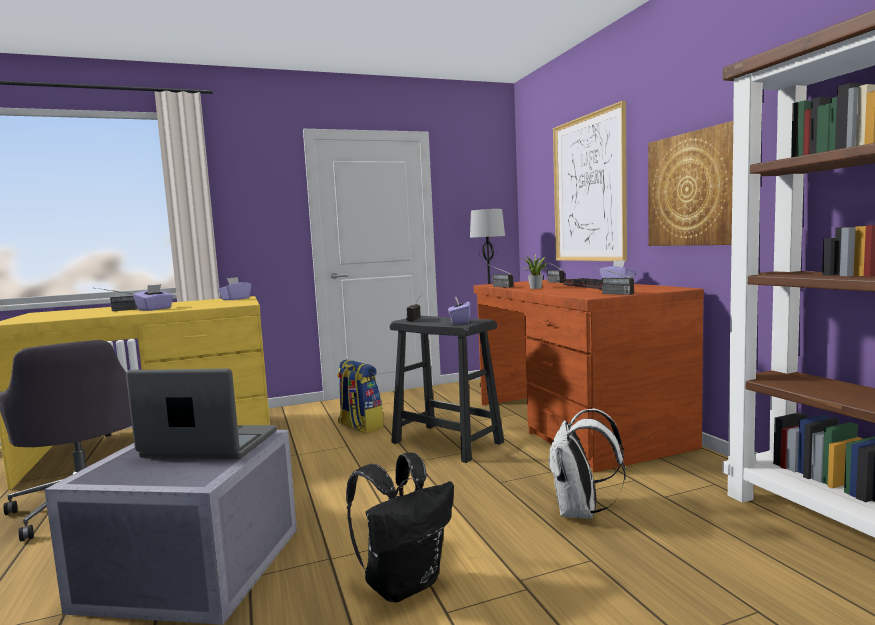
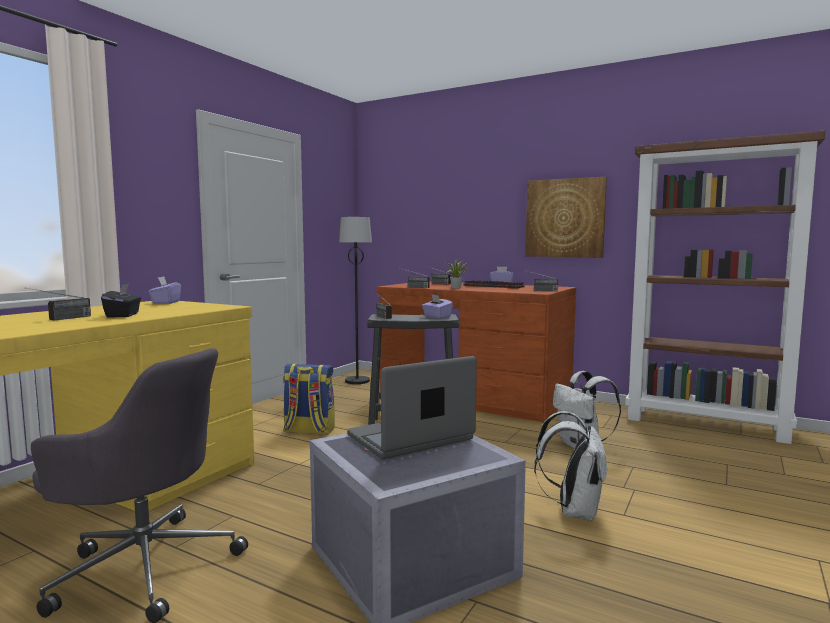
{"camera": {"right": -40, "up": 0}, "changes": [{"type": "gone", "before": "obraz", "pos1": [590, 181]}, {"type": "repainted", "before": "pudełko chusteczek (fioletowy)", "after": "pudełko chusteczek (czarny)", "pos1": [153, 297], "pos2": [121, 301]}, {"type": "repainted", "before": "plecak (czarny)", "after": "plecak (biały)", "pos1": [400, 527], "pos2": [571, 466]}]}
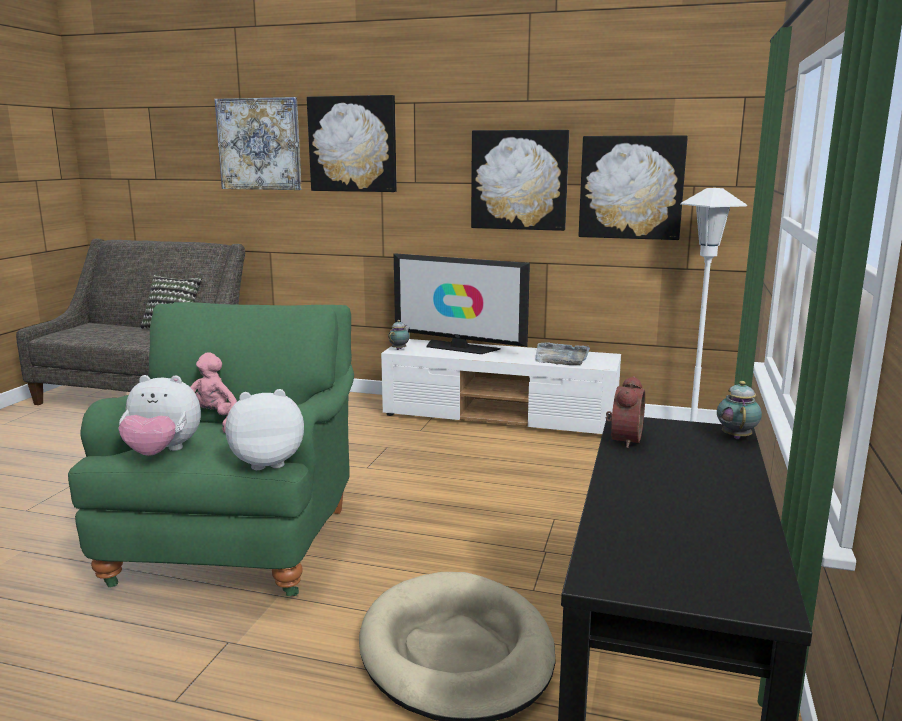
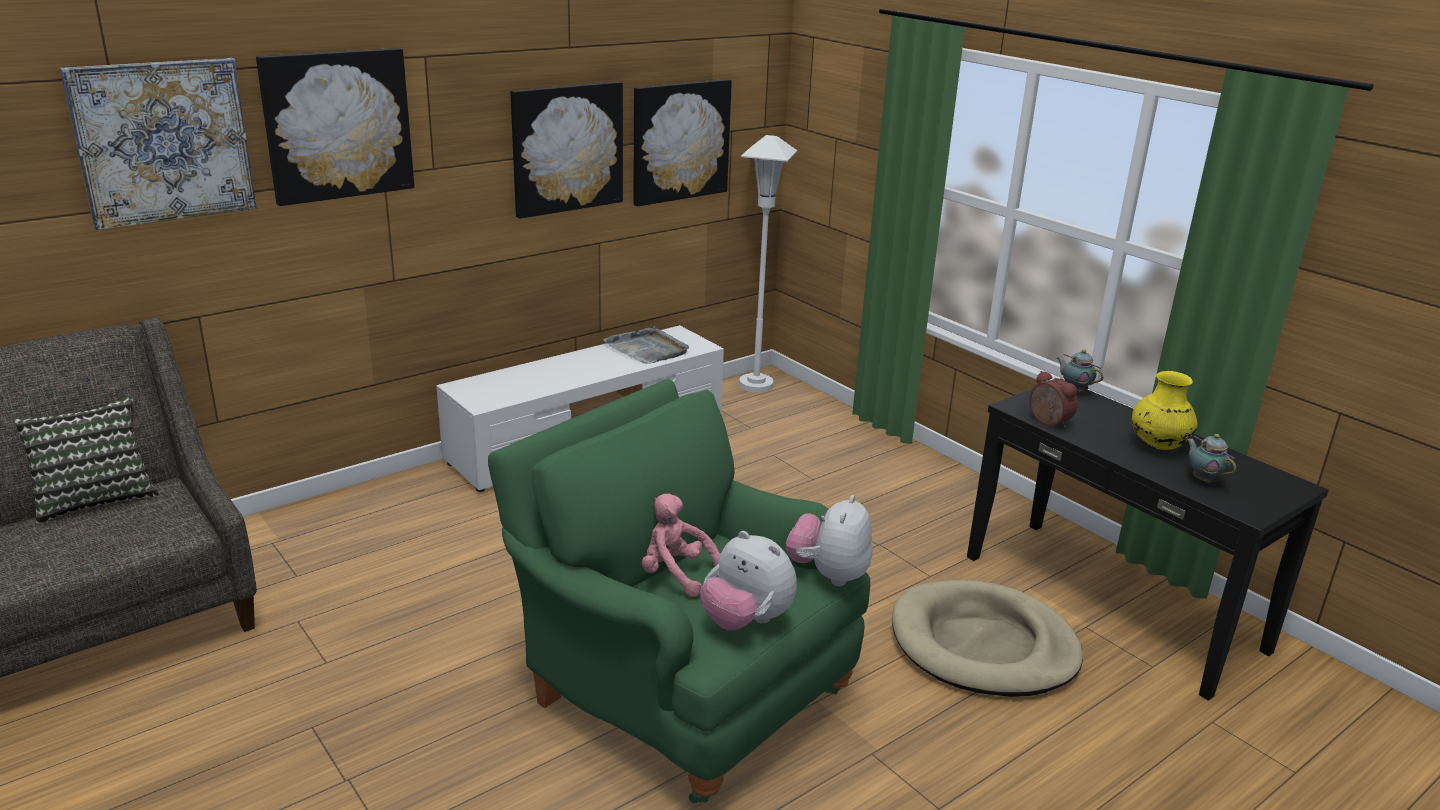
{"camera": {"right": -55, "up": 10}, "changes": [{"type": "gone", "before": "telewizor", "pos1": [462, 303]}, {"type": "shifted", "before": "imbryk", "pos1": [399, 335], "pos2": [1211, 458]}, {"type": "rotated", "before": "pluszak", "pos1": [159, 415], "pos2": [748, 580], "turn": 90}, {"type": "new", "after": "wazon (żółty)", "pos2": [1165, 410]}]}
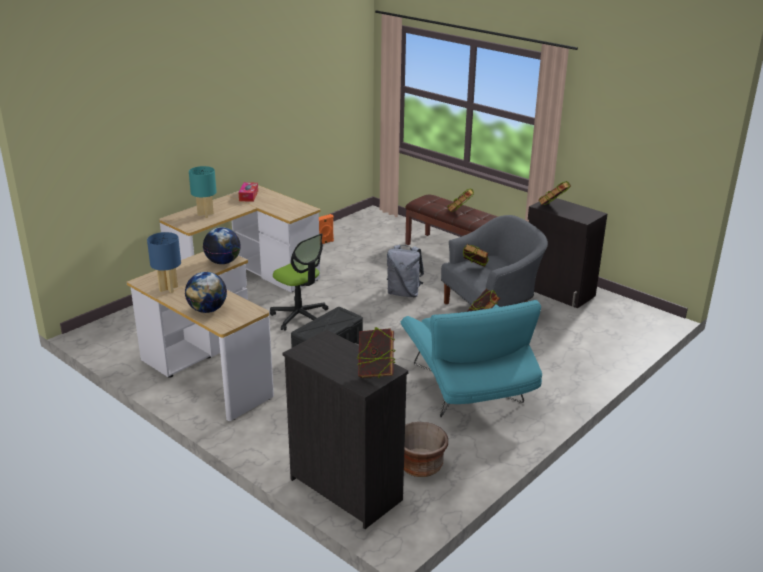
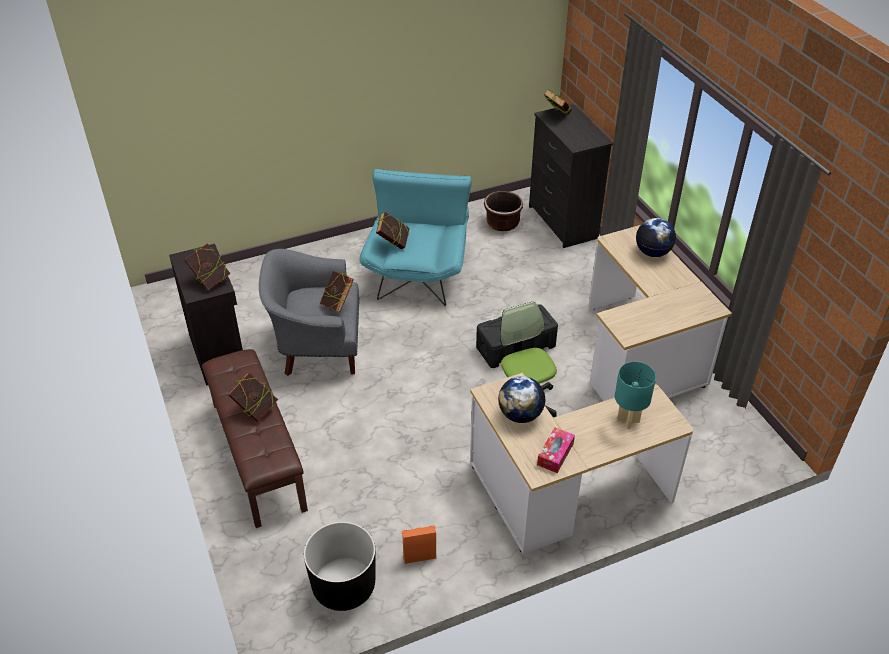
{"camera": {"right": -155, "up": 15}, "changes": [{"type": "shifted", "before": "globus", "pos1": [222, 245], "pos2": [521, 399]}, {"type": "gone", "before": "lampa stołowa (niebieski)", "pos1": [164, 262]}, {"type": "gone", "before": "plecak (szary)", "pos1": [405, 271]}, {"type": "new", "after": "donica (czarny)", "pos2": [340, 566]}]}
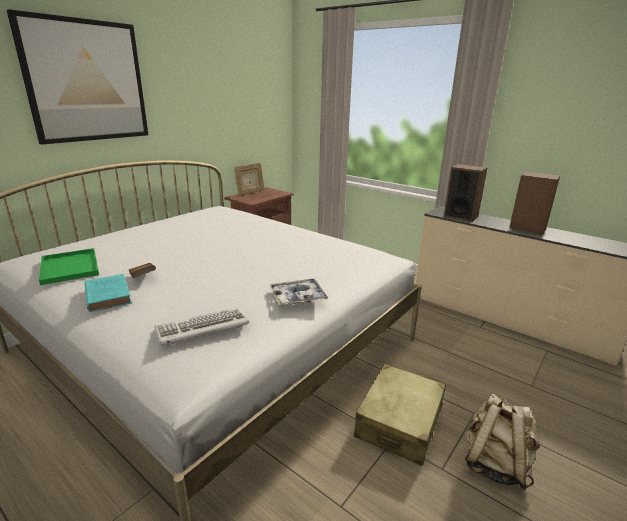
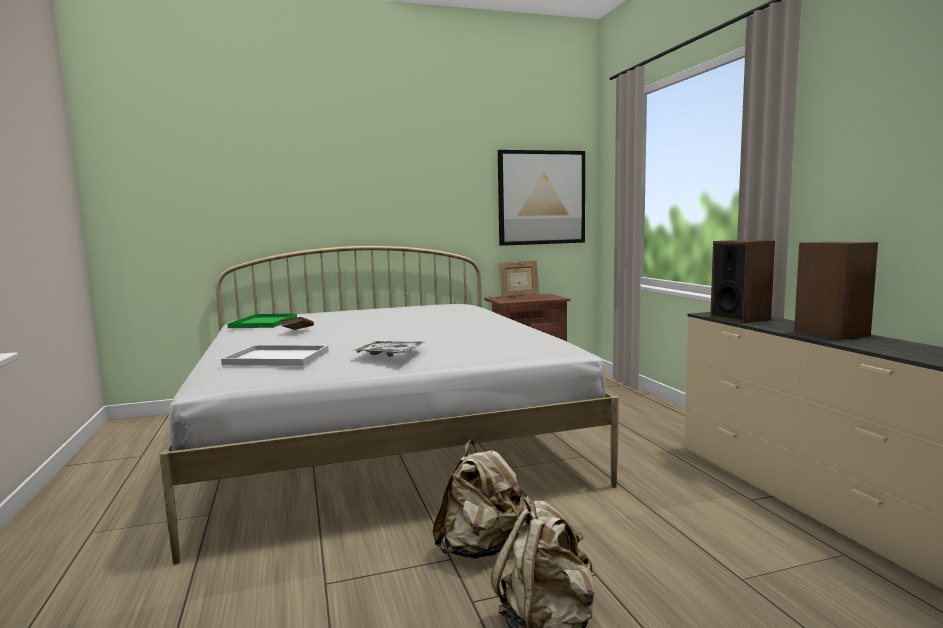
{"camera": {"right": 35, "up": -15}, "changes": [{"type": "shifted", "before": "obraz", "pos1": [77, 77], "pos2": [541, 198]}, {"type": "gone", "before": "książka (turkusowy)", "pos1": [108, 293]}, {"type": "swapped", "before": "klawiatura", "after": "taca (biały)", "pos1": [202, 327], "pos2": [275, 355]}, {"type": "swapped", "before": "walizka (beżowy)", "after": "plecak (beżowy)", "pos1": [400, 415], "pos2": [479, 499]}]}
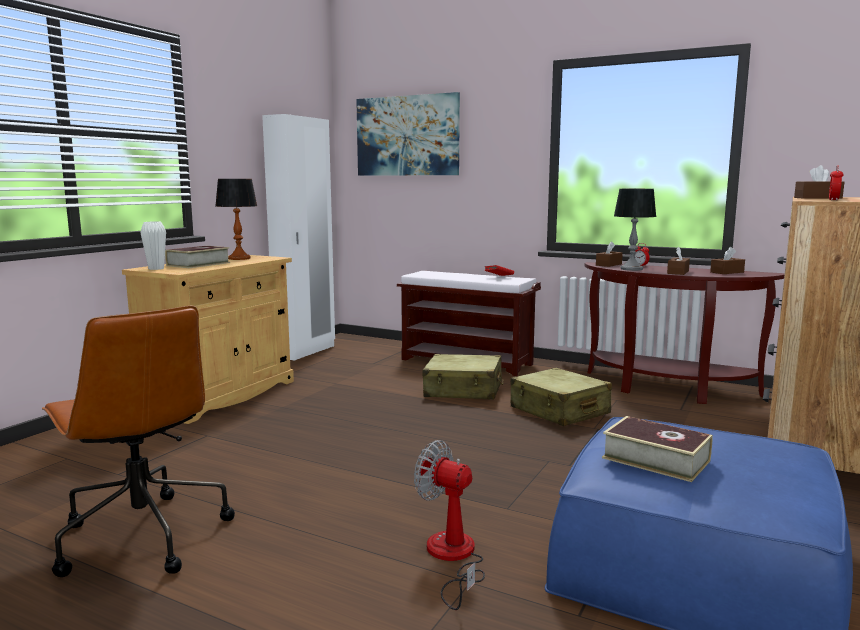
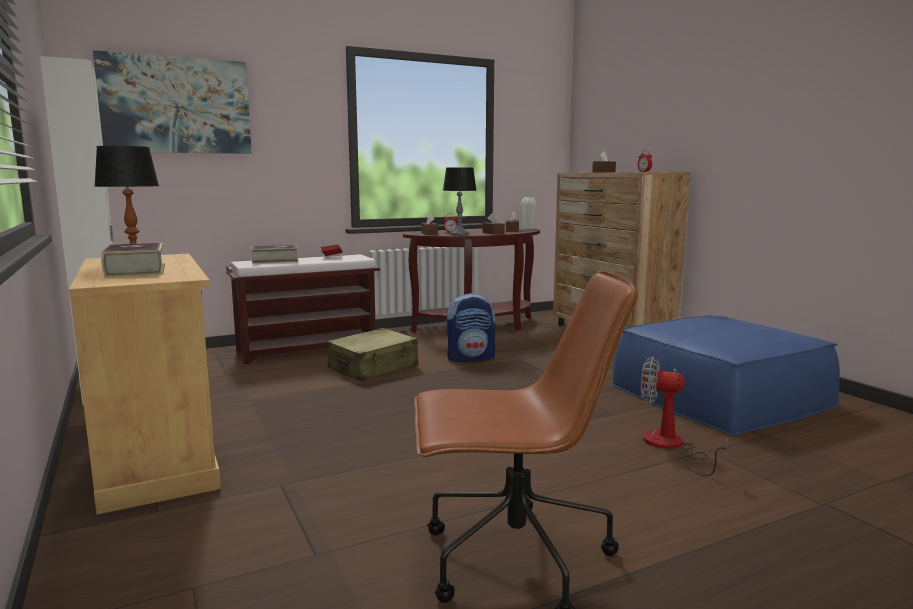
{"camera": {"right": -55, "up": 0}, "changes": [{"type": "shifted", "before": "wazon (biały)", "pos1": [153, 245], "pos2": [528, 213]}, {"type": "swapped", "before": "walizka (beżowy)", "after": "plecak", "pos1": [561, 397], "pos2": [471, 327]}, {"type": "shifted", "before": "książka", "pos1": [657, 449], "pos2": [274, 254]}, {"type": "rotated", "before": "wentylator", "pos1": [449, 525], "pos2": [684, 416], "turn": 45}]}
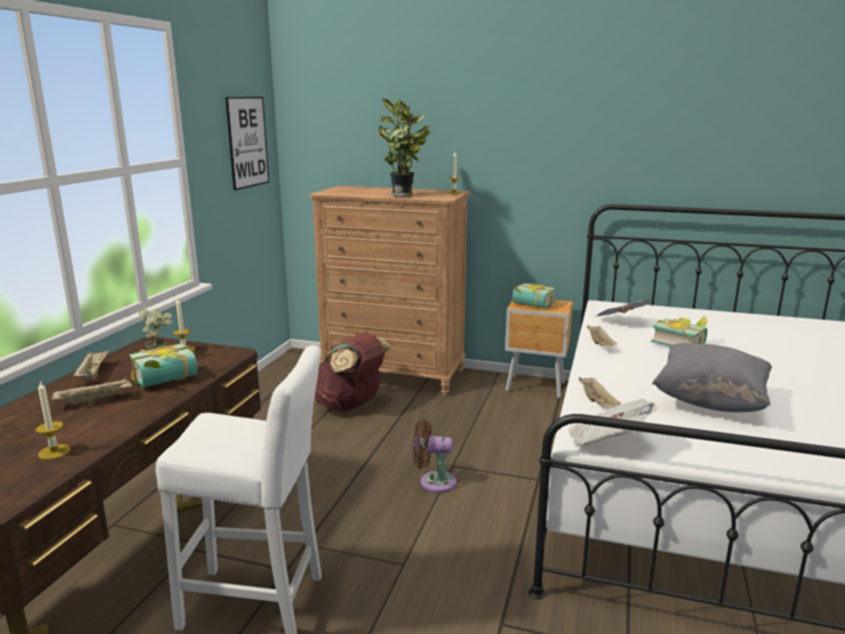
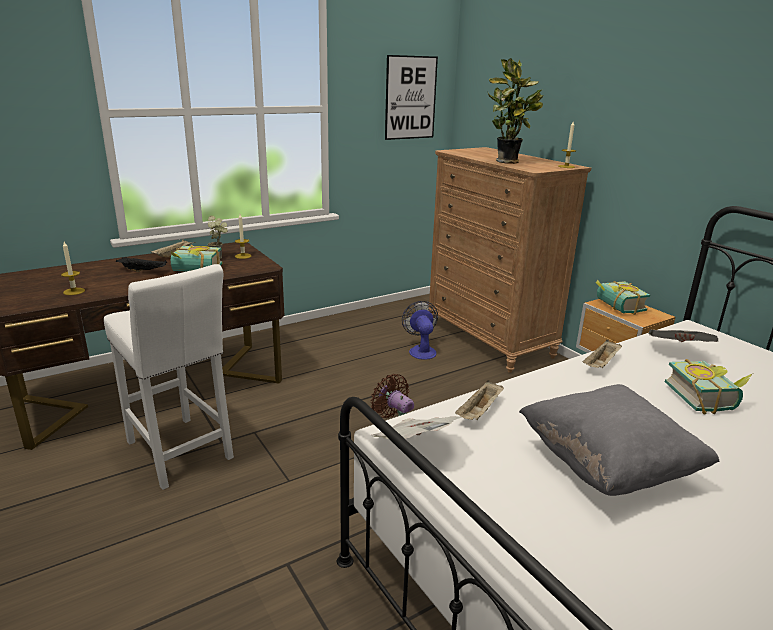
{"camera": {"right": 40, "up": 5}, "changes": [{"type": "swapped", "before": "plecak (brązowy)", "after": "wentylator", "pos1": [353, 372], "pos2": [420, 330]}, {"type": "repainted", "before": "taca (beżowy)", "after": "taca (czarny)", "pos1": [91, 391], "pos2": [141, 264]}]}
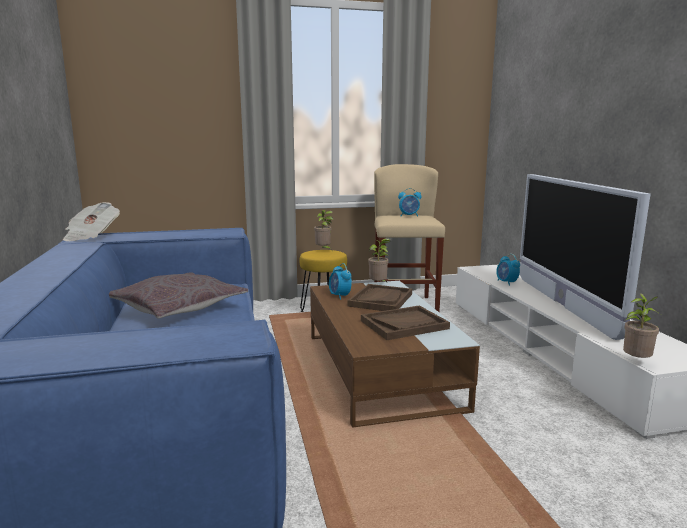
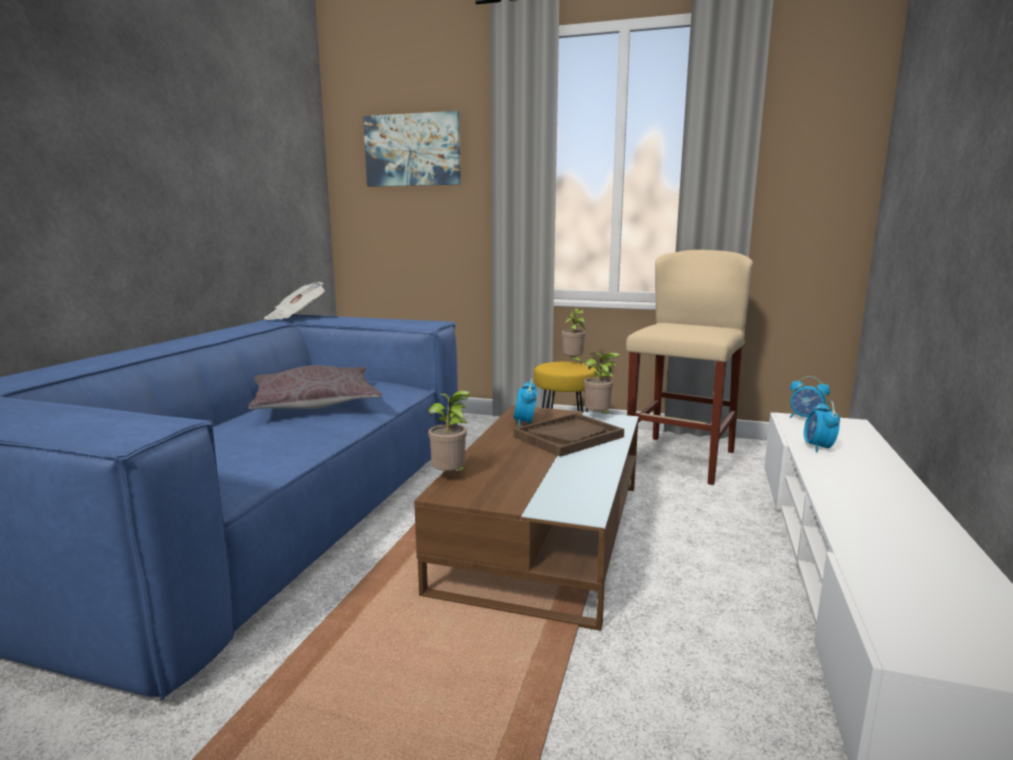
{"camera": {"right": 30, "up": 0}, "changes": [{"type": "gone", "before": "telewizor", "pos1": [584, 257]}, {"type": "shifted", "before": "budzik", "pos1": [409, 202], "pos2": [810, 397]}, {"type": "shifted", "before": "roślina doniczkowa", "pos1": [641, 325], "pos2": [449, 430]}, {"type": "gone", "before": "taca (brązowy)", "pos1": [405, 322]}, {"type": "new", "after": "obraz", "pos2": [412, 149]}]}
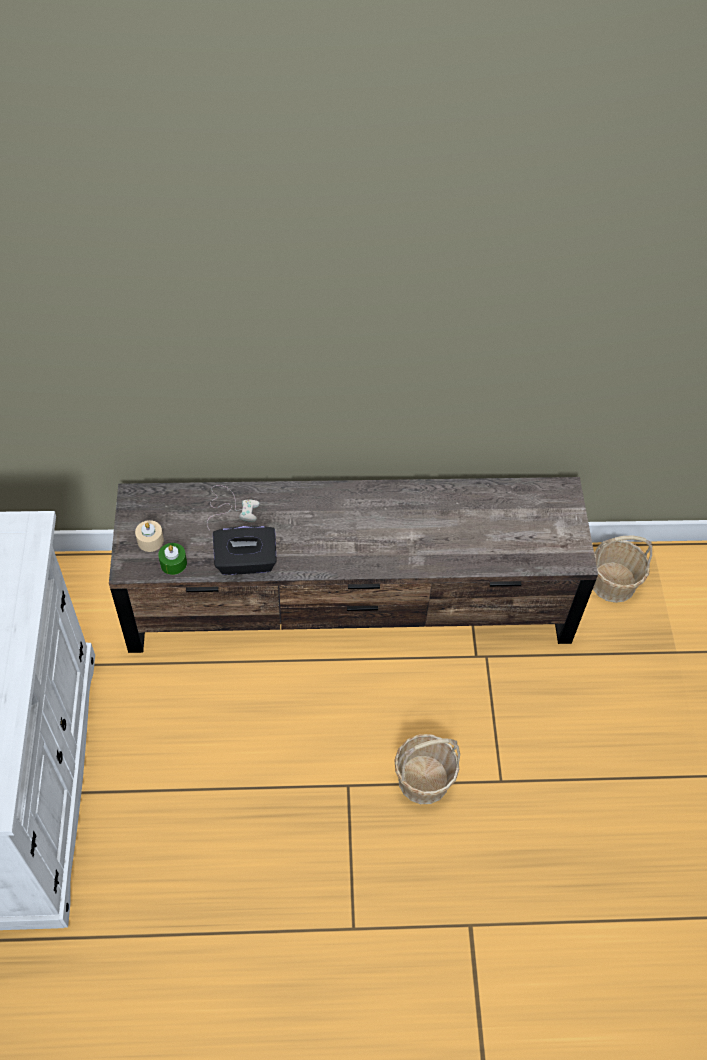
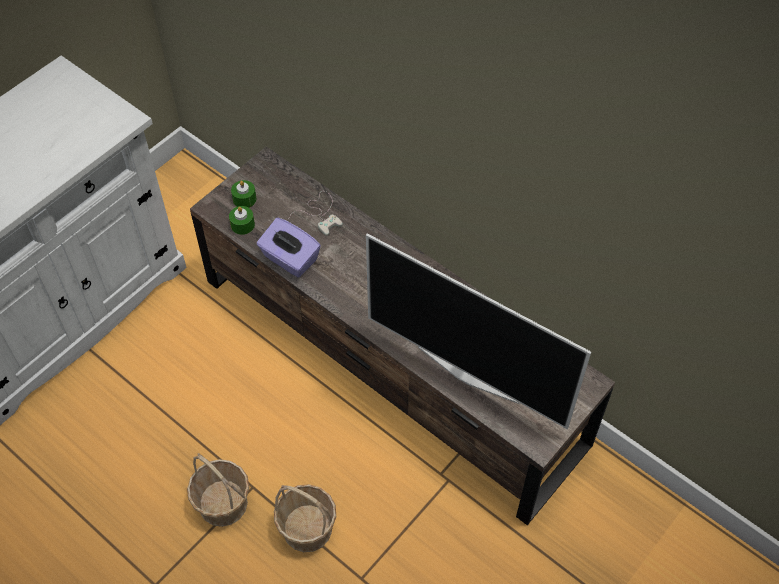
{"camera": {"right": 45, "up": 0}, "changes": [{"type": "repainted", "before": "świeca (beżowy)", "after": "świeca (zielony)", "pos1": [149, 536], "pos2": [243, 194]}, {"type": "repainted", "before": "pudełko chusteczek (czarny)", "after": "pudełko chusteczek (fioletowy)", "pos1": [245, 550], "pos2": [289, 247]}, {"type": "shifted", "before": "koszyk", "pos1": [622, 569], "pos2": [218, 490]}, {"type": "new", "after": "telewizor", "pos2": [478, 331]}]}
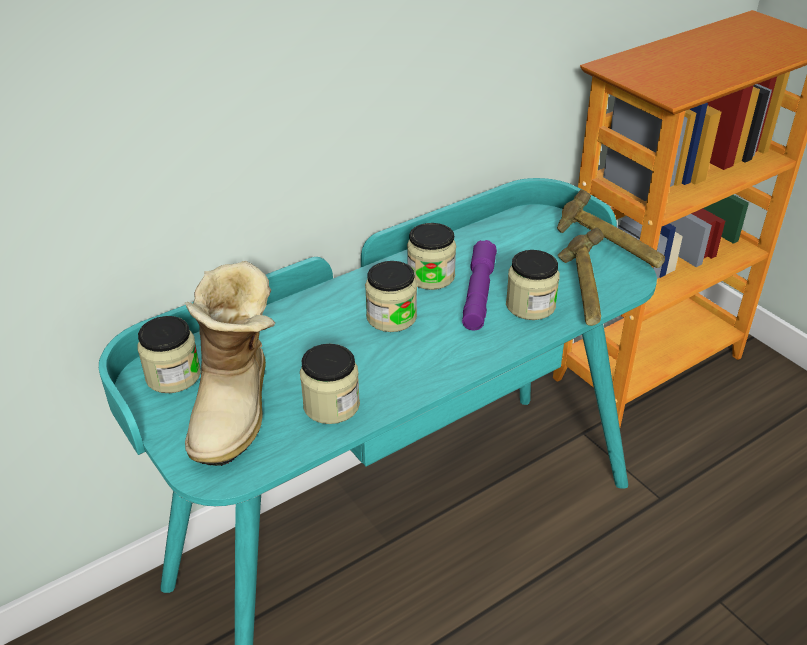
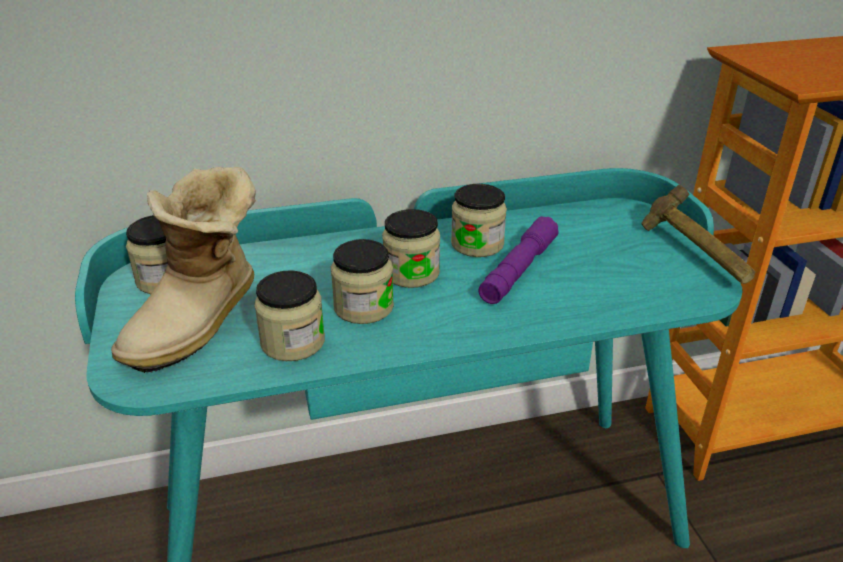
{"camera": {"right": 20, "up": -5}, "changes": [{"type": "gone", "before": "młotek", "pos1": [581, 276]}, {"type": "shifted", "before": "słoik", "pos1": [533, 285], "pos2": [362, 281]}]}
